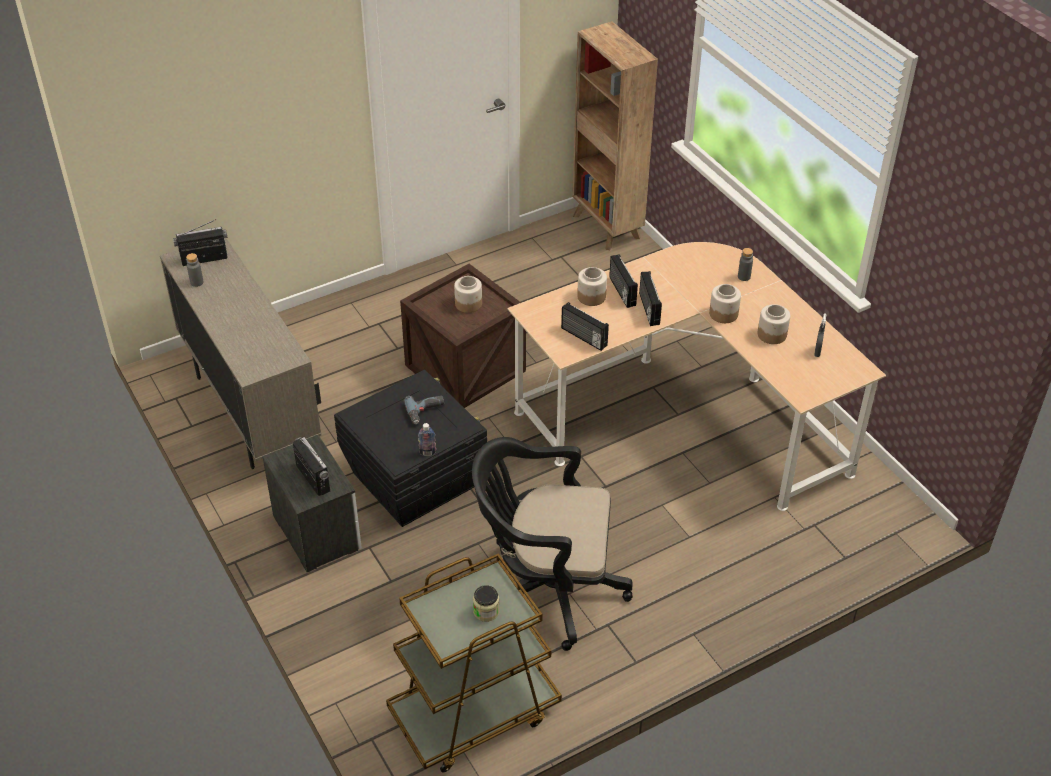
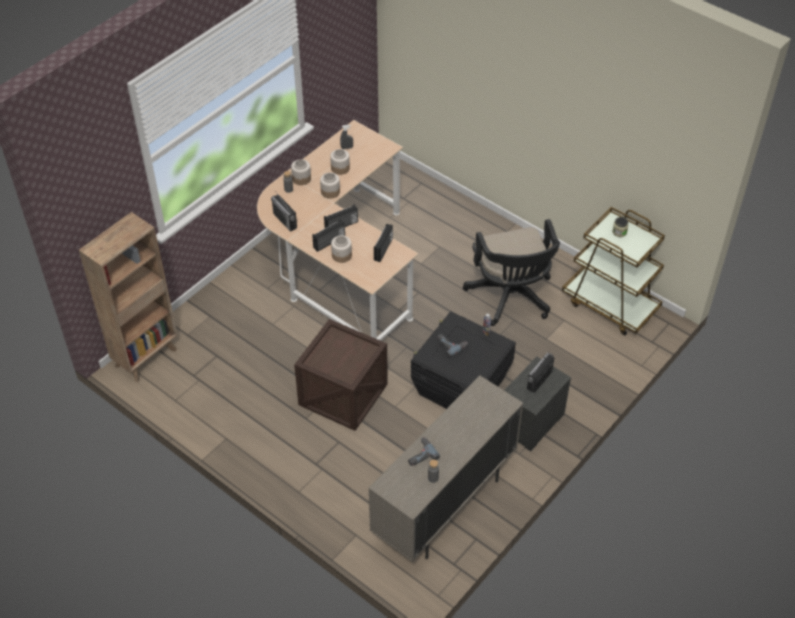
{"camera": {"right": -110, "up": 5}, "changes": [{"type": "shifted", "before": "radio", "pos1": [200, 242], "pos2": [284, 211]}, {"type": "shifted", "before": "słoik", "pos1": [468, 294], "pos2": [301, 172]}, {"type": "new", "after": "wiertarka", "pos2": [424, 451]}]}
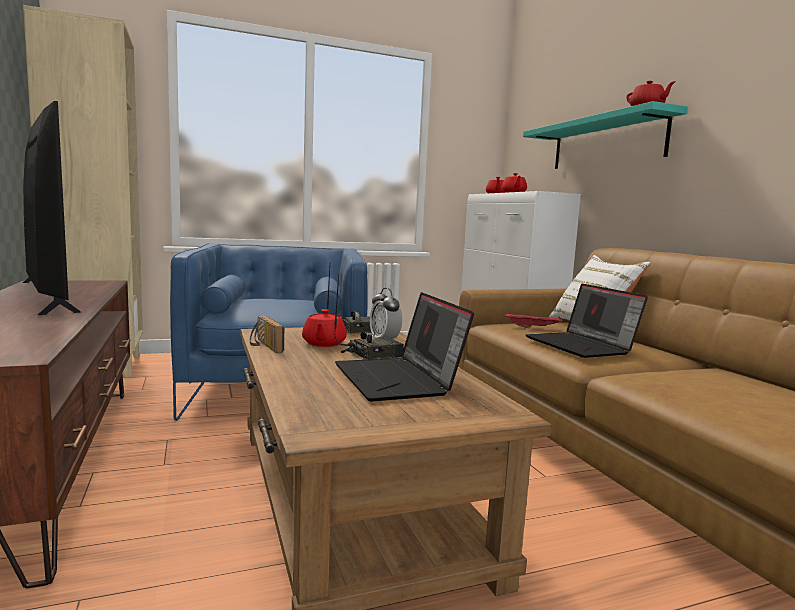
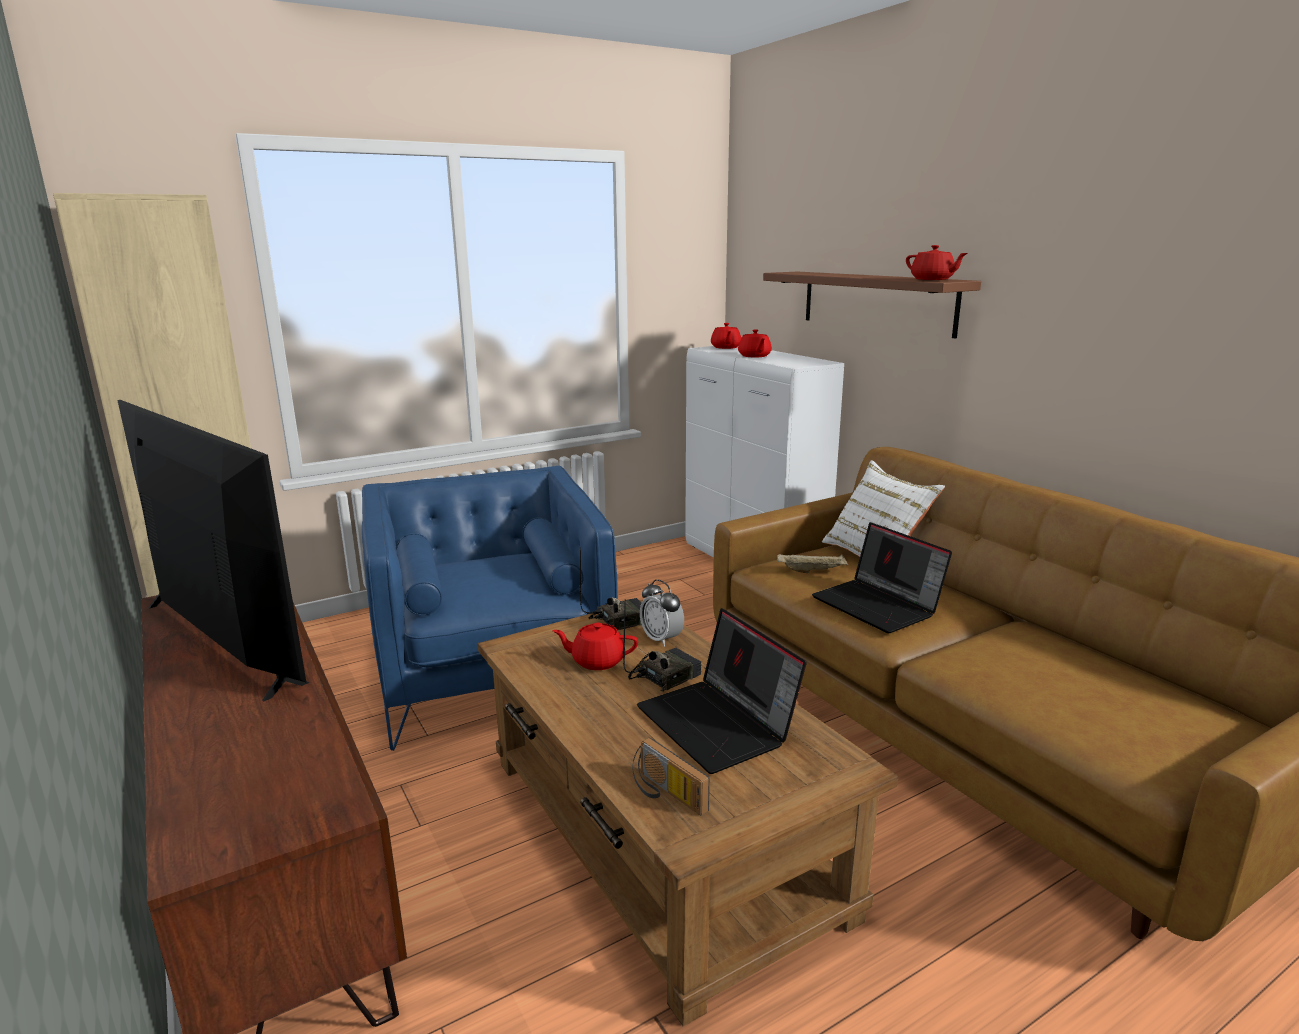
{"camera": {"right": -10, "up": 10}, "changes": [{"type": "repainted", "before": "półka (turkusowy)", "after": "półka (brązowy)", "pos1": [605, 135], "pos2": [872, 305]}, {"type": "rotated", "before": "imbryk (czerwony)", "pos1": [324, 328], "pos2": [595, 646], "turn": 105}, {"type": "repainted", "before": "taca (czerwony)", "after": "taca (beżowy)", "pos1": [533, 320], "pos2": [813, 563]}, {"type": "shifted", "before": "radio", "pos1": [267, 334], "pos2": [671, 776]}]}
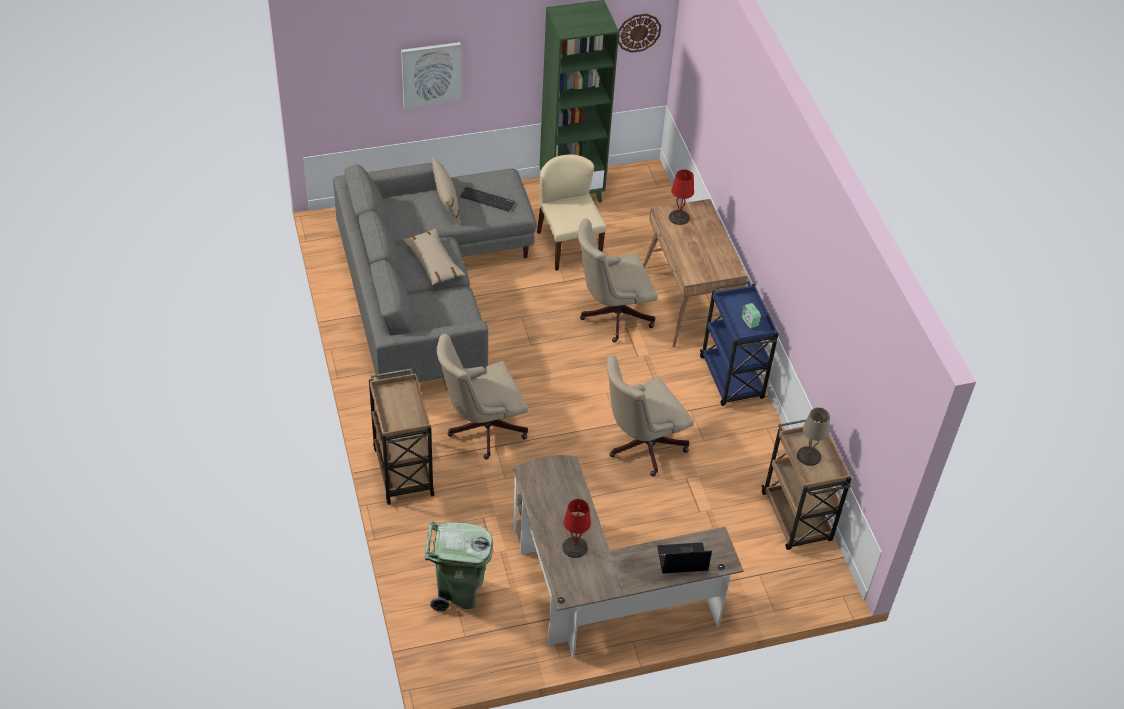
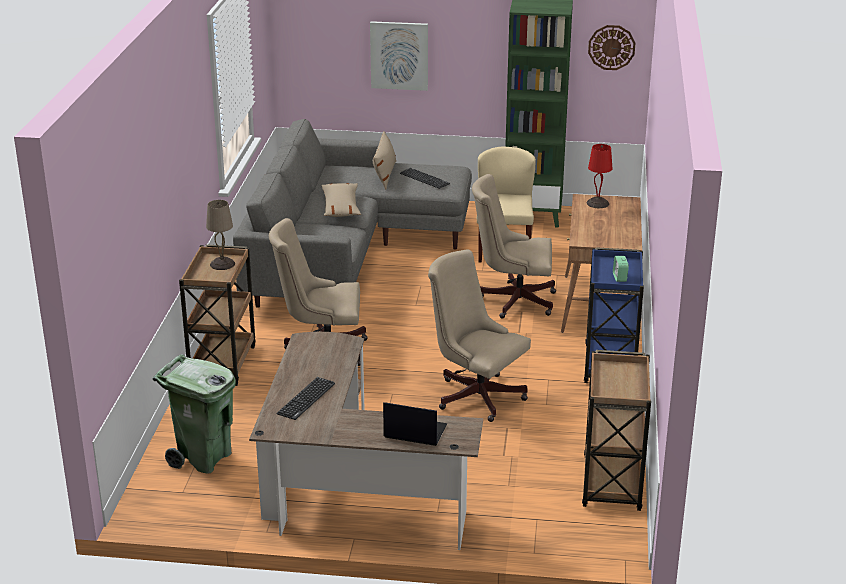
{"camera": {"right": 25, "up": -20}, "changes": [{"type": "rotated", "before": "krzesło biurowe (beżowy)", "pos1": [650, 416], "pos2": [479, 335], "turn": 45}, {"type": "shifted", "before": "lampa stołowa (beżowy)", "pos1": [813, 436], "pos2": [220, 235]}, {"type": "swapped", "before": "lampa stołowa (czerwony)", "after": "klawiatura", "pos1": [576, 528], "pos2": [306, 398]}]}
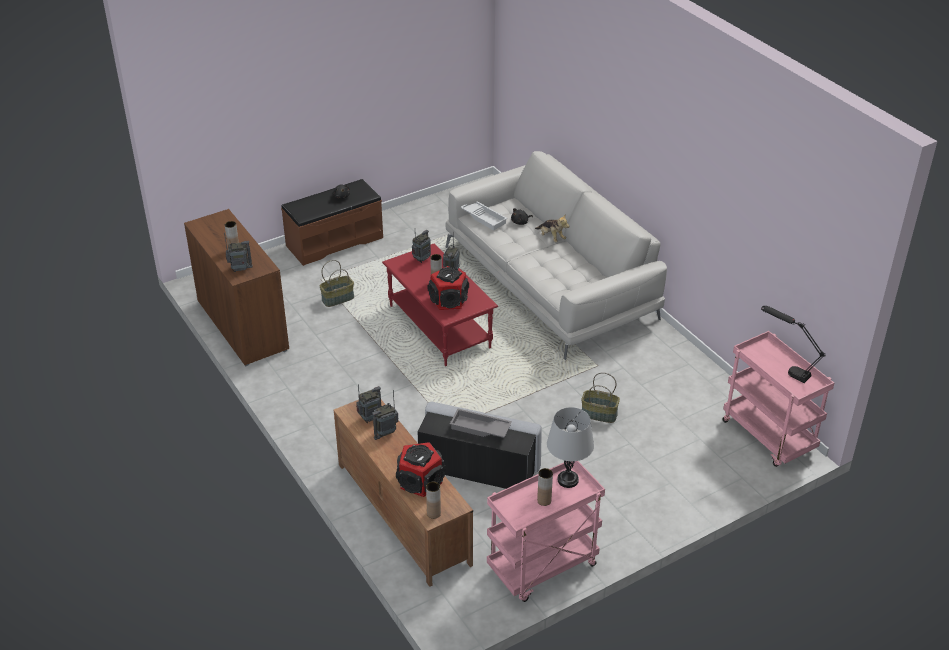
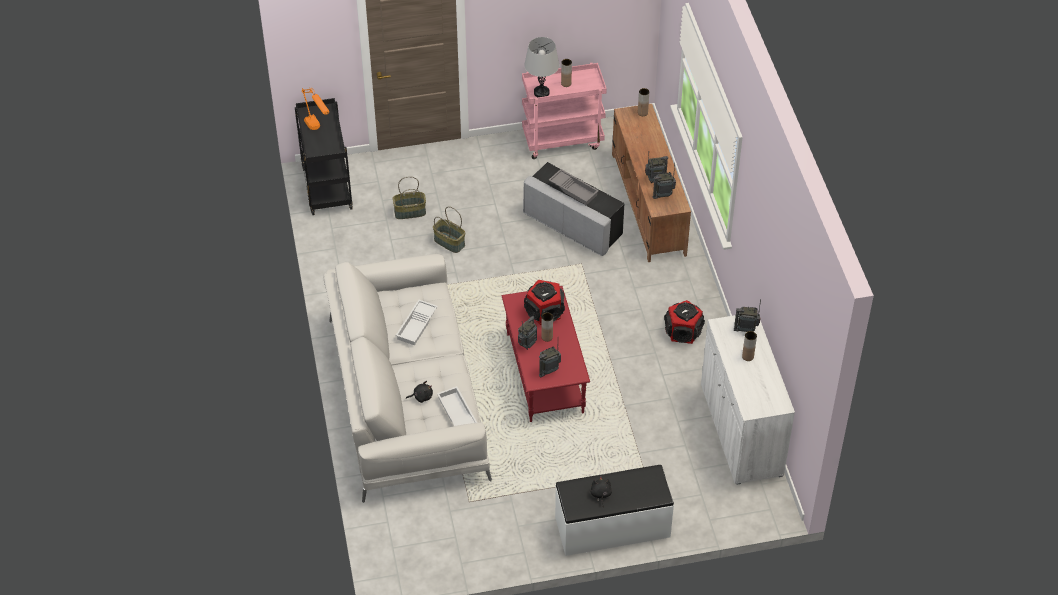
{"camera": {"right": -160, "up": 10}, "changes": [{"type": "repainted", "before": "ławka (brązowy)", "after": "ławka (biały)", "pos1": [332, 222], "pos2": [614, 510]}, {"type": "repainted", "before": "szafka (brązowy)", "after": "szafka (biały)", "pos1": [236, 288], "pos2": [748, 398]}, {"type": "gone", "before": "pluszak", "pos1": [552, 228]}, {"type": "shifted", "before": "koszyk", "pos1": [337, 283], "pos2": [409, 197]}, {"type": "repainted", "before": "lampa stołowa (czarny)", "after": "lampa stołowa (pomarańczowy)", "pos1": [793, 344], "pos2": [315, 108]}, {"type": "repainted", "before": "wózek (różowy)", "after": "wózek (czarny)", "pos1": [778, 399], "pos2": [324, 156]}, {"type": "shifted", "before": "głośnik", "pos1": [421, 469], "pos2": [684, 322]}, {"type": "new", "after": "taca (biały)", "pos2": [417, 322]}]}
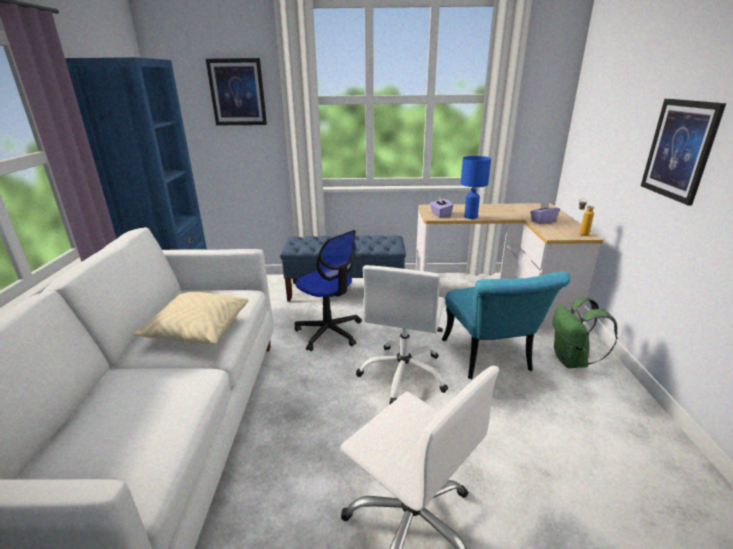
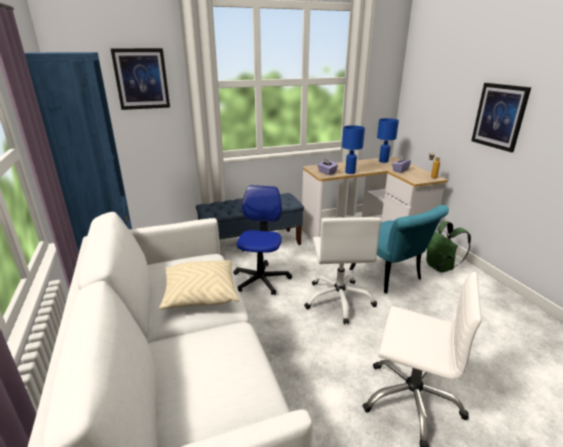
{"camera": {"right": -20, "up": 0}, "changes": [{"type": "rotated", "before": "krzesło biurowe", "pos1": [328, 290], "pos2": [262, 240], "turn": -105}, {"type": "new", "after": "lampa stołowa (niebieski)", "pos2": [388, 140]}]}
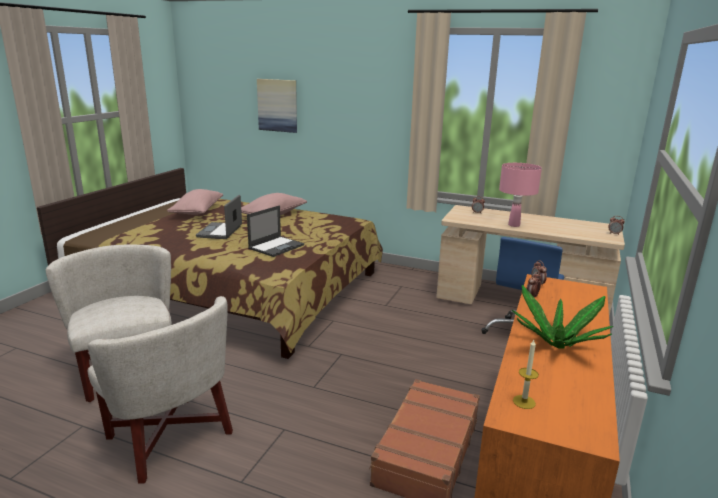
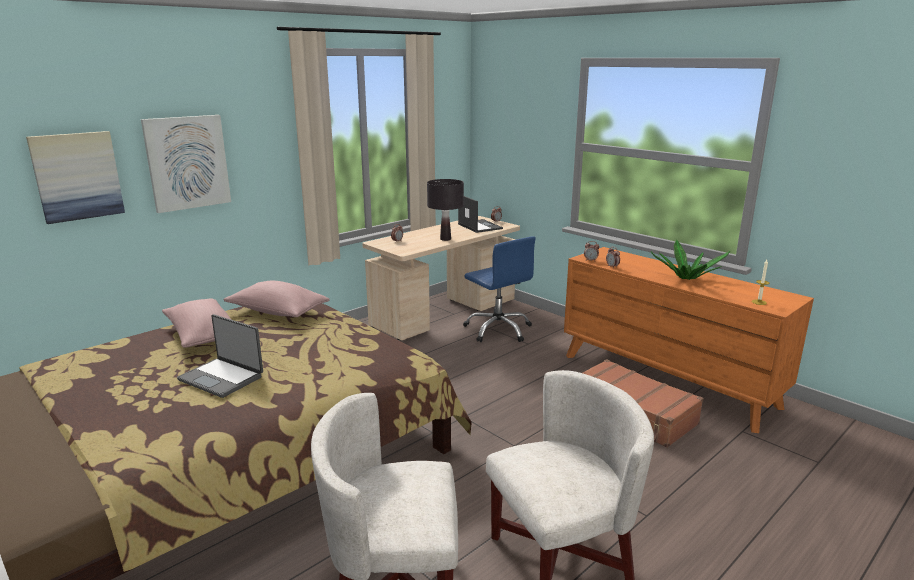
{"camera": {"right": -65, "up": 0}, "changes": [{"type": "repainted", "before": "lampa stołowa (różowy)", "after": "lampa stołowa (czarny)", "pos1": [520, 195], "pos2": [445, 210]}, {"type": "shifted", "before": "poduszka (różowy)", "pos1": [195, 202], "pos2": [276, 299]}, {"type": "shifted", "before": "laptop", "pos1": [275, 231], "pos2": [480, 214]}, {"type": "new", "after": "obraz", "pos2": [186, 164]}]}
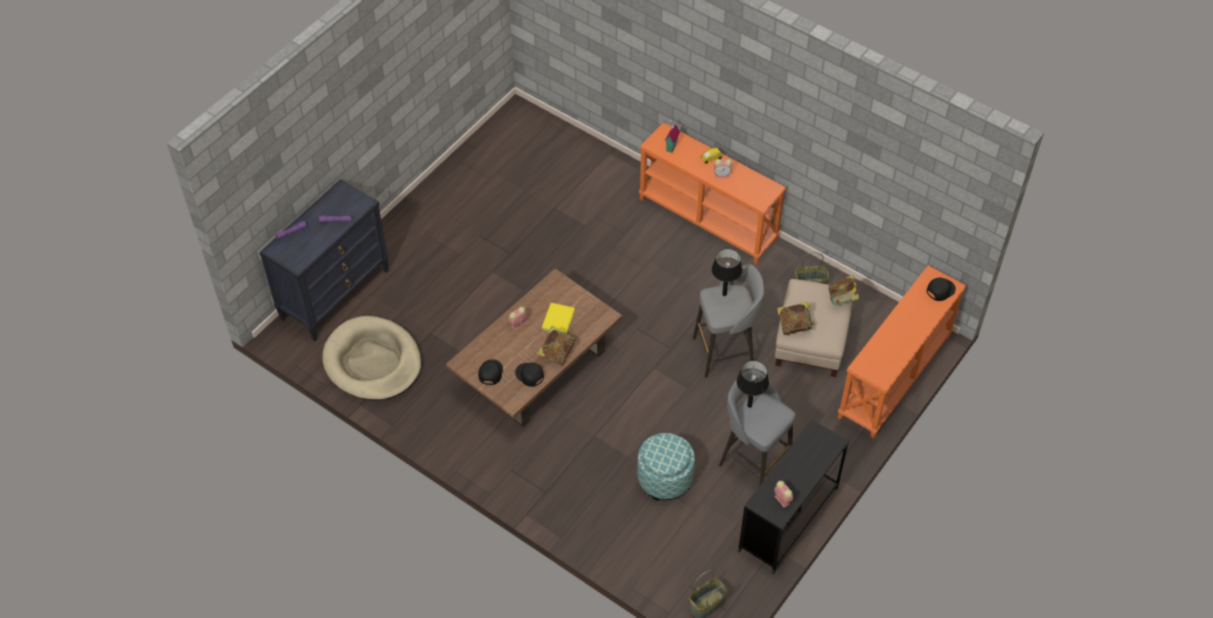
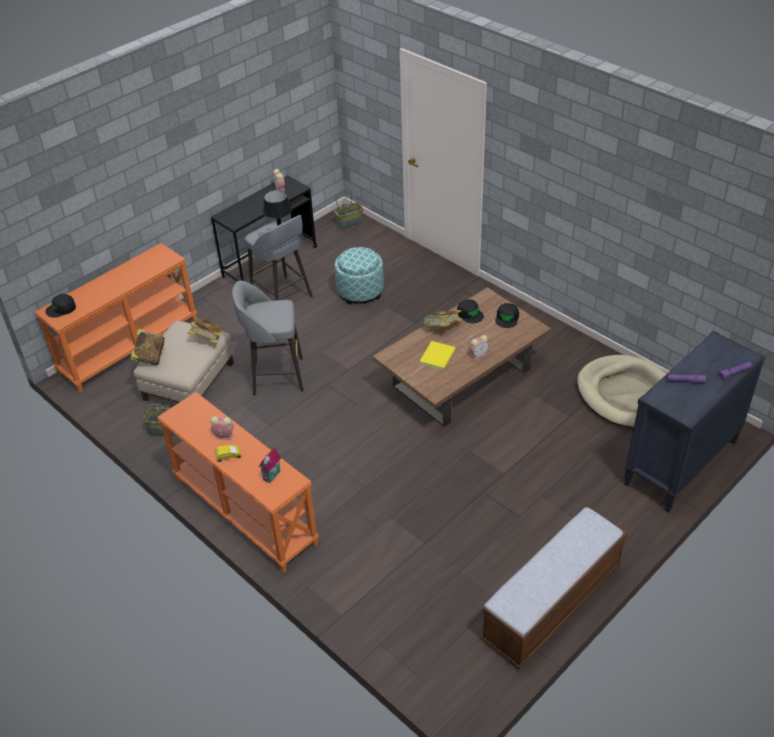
{"camera": {"right": -170, "up": -10}, "changes": [{"type": "gone", "before": "lampa stołowa (czarny)", "pos1": [727, 272]}, {"type": "new", "after": "ławka", "pos2": [554, 587]}]}
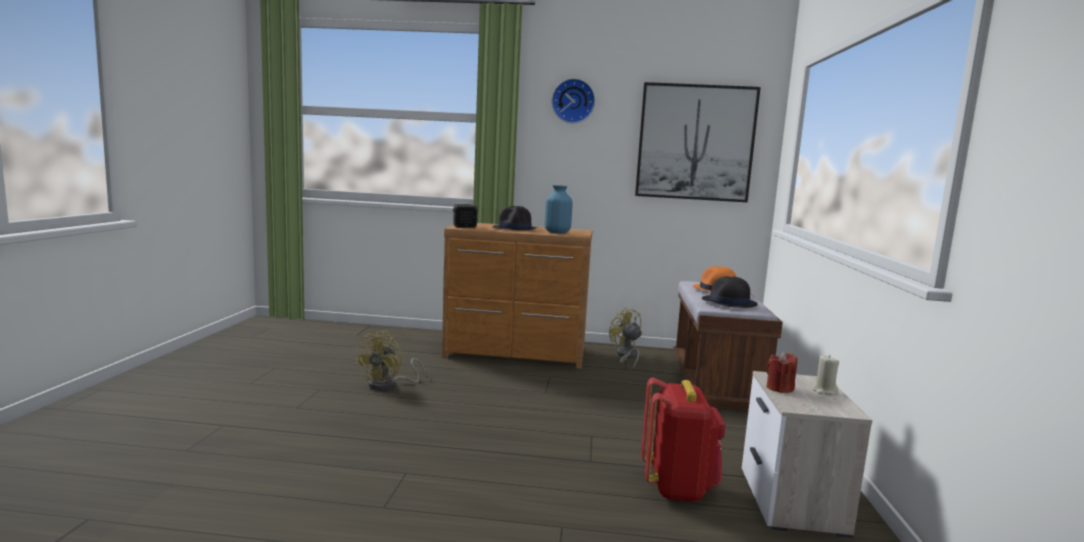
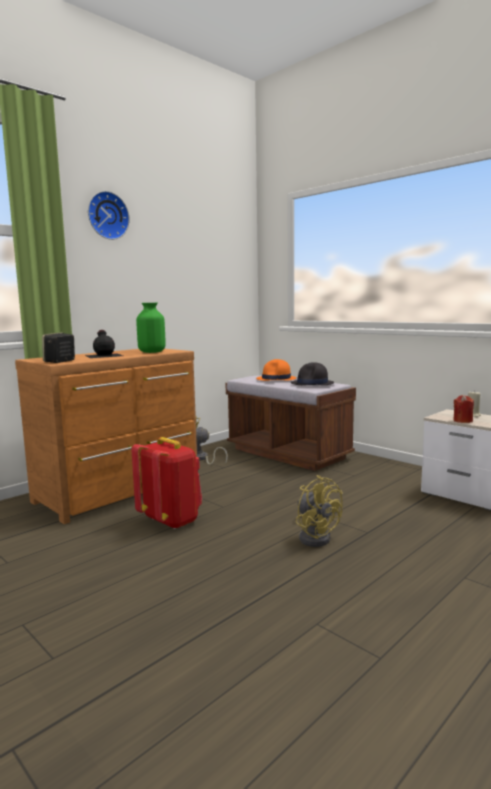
{"camera": {"right": -50, "up": 0}, "changes": [{"type": "gone", "before": "obraz", "pos1": [698, 142]}, {"type": "repainted", "before": "wazon (niebieski)", "after": "wazon (zielony)", "pos1": [559, 209], "pos2": [151, 328]}, {"type": "swapped", "before": "kapelusz (czarny)", "after": "butelka (czarny)", "pos1": [515, 218], "pos2": [104, 344]}, {"type": "shifted", "before": "wentylator (żółty)", "pos1": [390, 360], "pos2": [319, 511]}, {"type": "shifted", "before": "plecak (czerwony)", "pos1": [683, 440], "pos2": [167, 483]}]}
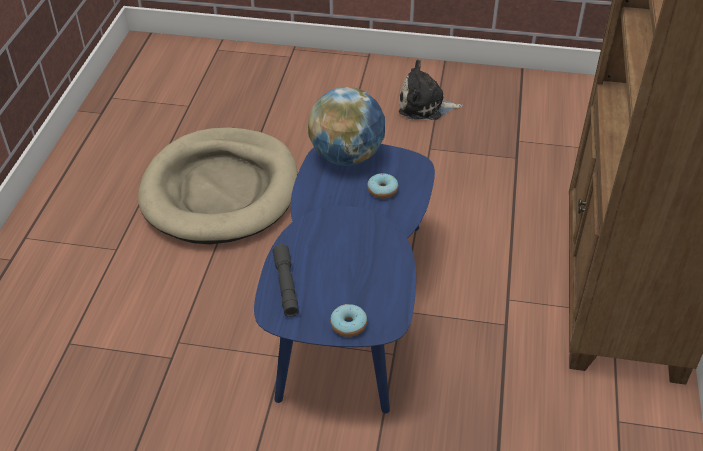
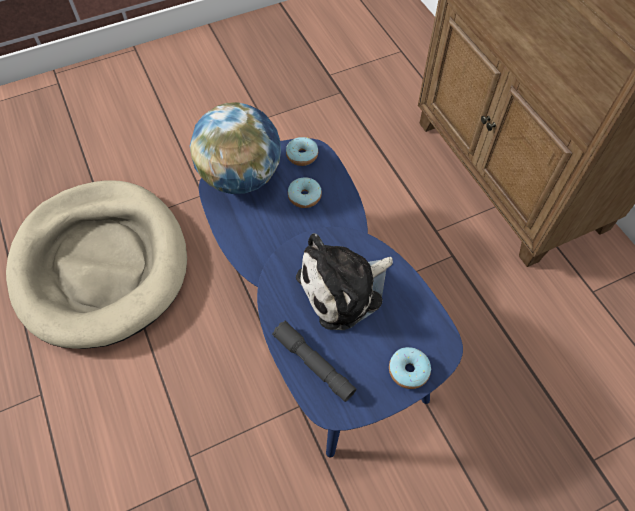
{"camera": {"right": -35, "up": 15}, "changes": [{"type": "shifted", "before": "pluszak", "pos1": [431, 90], "pos2": [344, 281]}, {"type": "new", "after": "donut", "pos2": [302, 151]}]}
